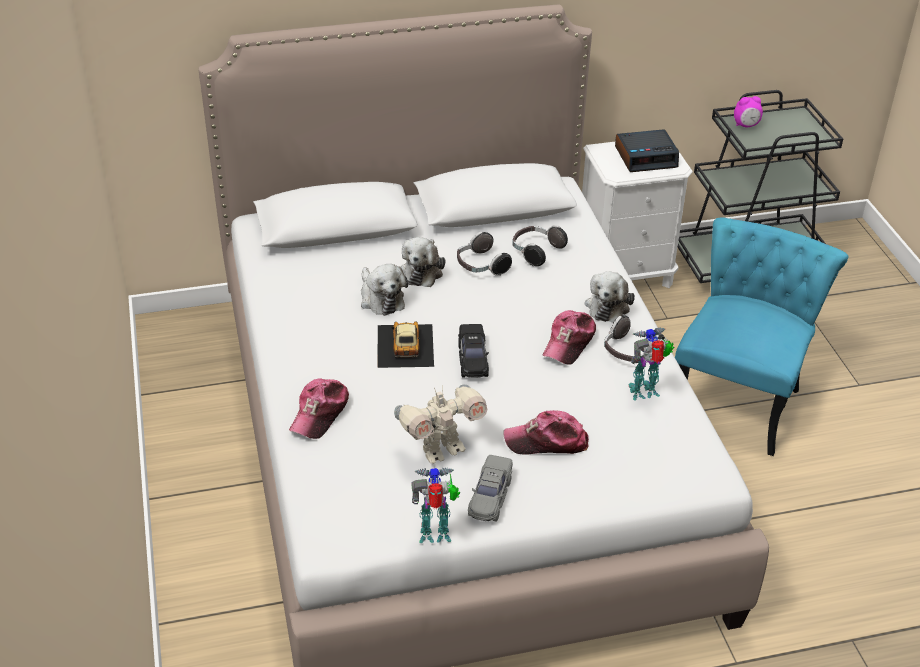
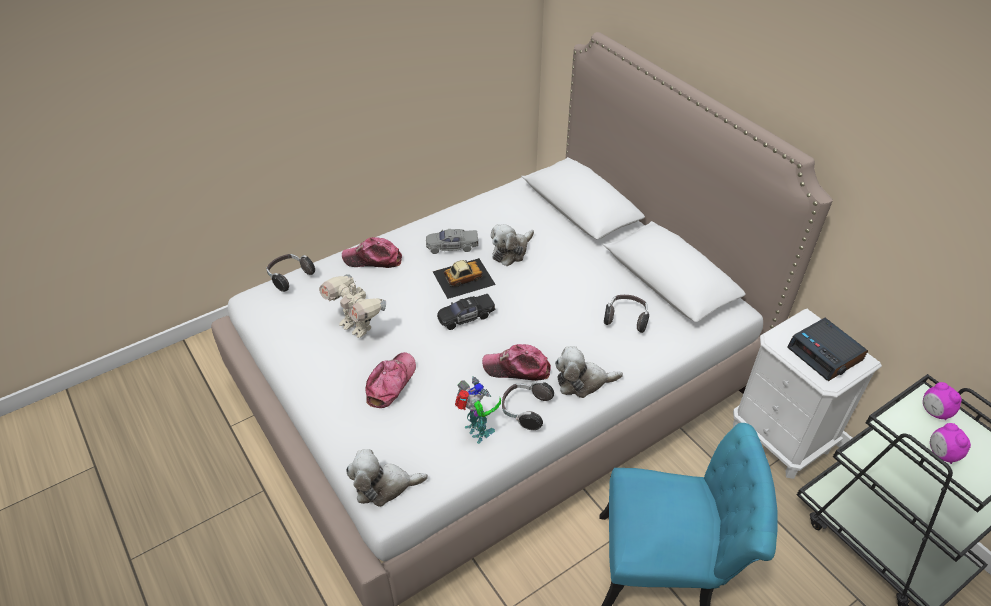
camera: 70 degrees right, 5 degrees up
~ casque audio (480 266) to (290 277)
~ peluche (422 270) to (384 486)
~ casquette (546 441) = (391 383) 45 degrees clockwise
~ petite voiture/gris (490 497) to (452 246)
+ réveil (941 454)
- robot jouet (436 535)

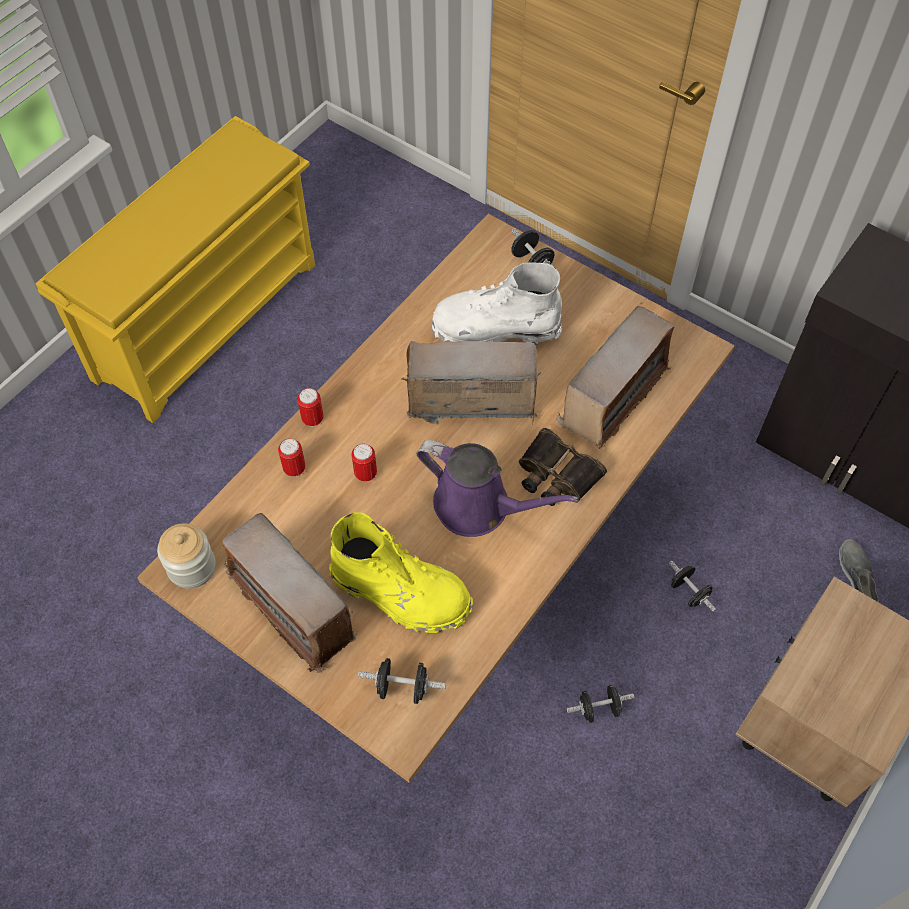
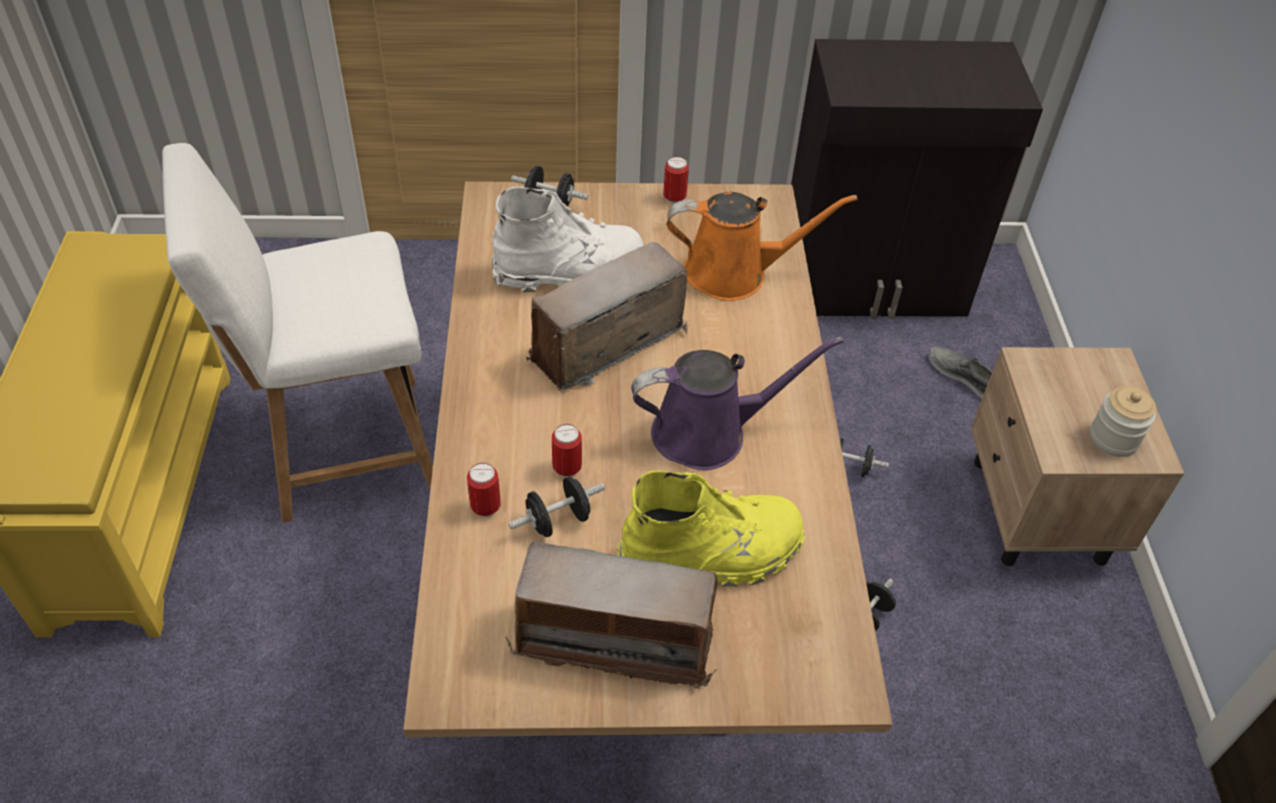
camera: 40 degrees left, 10 degrees down
+ chaise/blanc (341 449)
~ botte/blanc (495 329) = (570 273) 150 degrees counterclockwise
~ haltère/noir (402 688) to (558 520)
~ boîte métallique (312 419) to (674 198)
~ radio (614 395) to arrosoir/orange (734 273)
~ bocal (191 567) to (1113 438)
- jumelles (556 475)

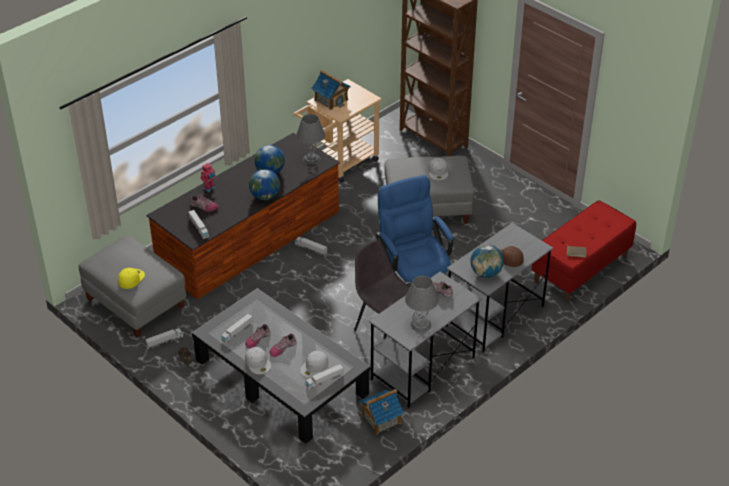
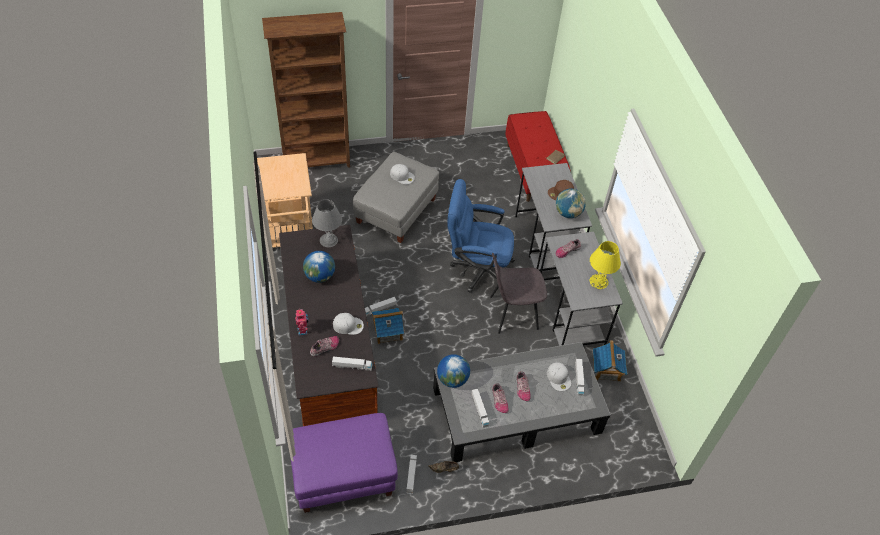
camera: 60 degrees left, 10 degrees up
~ pouf/gris (135 304) to pouf/violet (343 474)
~ casquette/blanc (258 363) to (348 325)
~ maison miniature (331 99) to (387 331)
~ globe (265 196) to (452 379)
~ lampe de table/gris (420 325) to lampe de table/jaune (599 281)
- casquette/jaune (131 278)

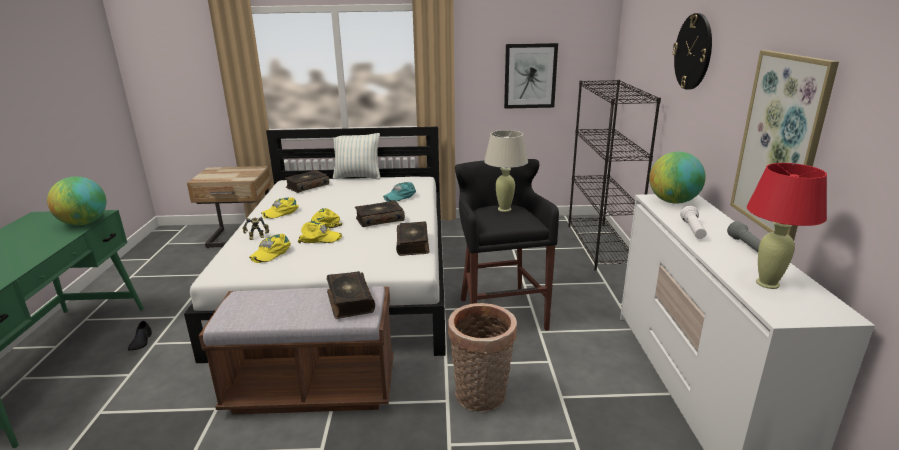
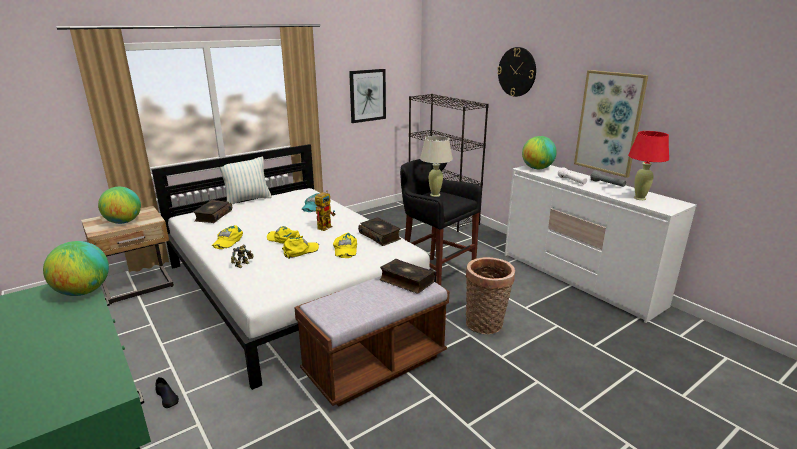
camera: 35 degrees left, 0 degrees up
+ globe (124 222)
~ livre (379 219) to robot jouet (325 226)
~ casquette/jaune (271 252) to (345 249)

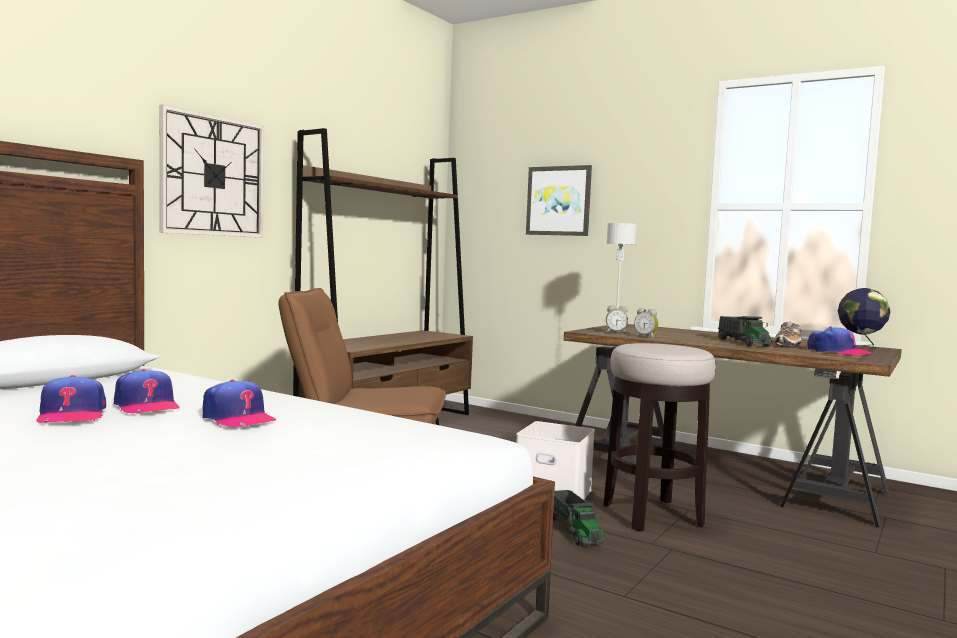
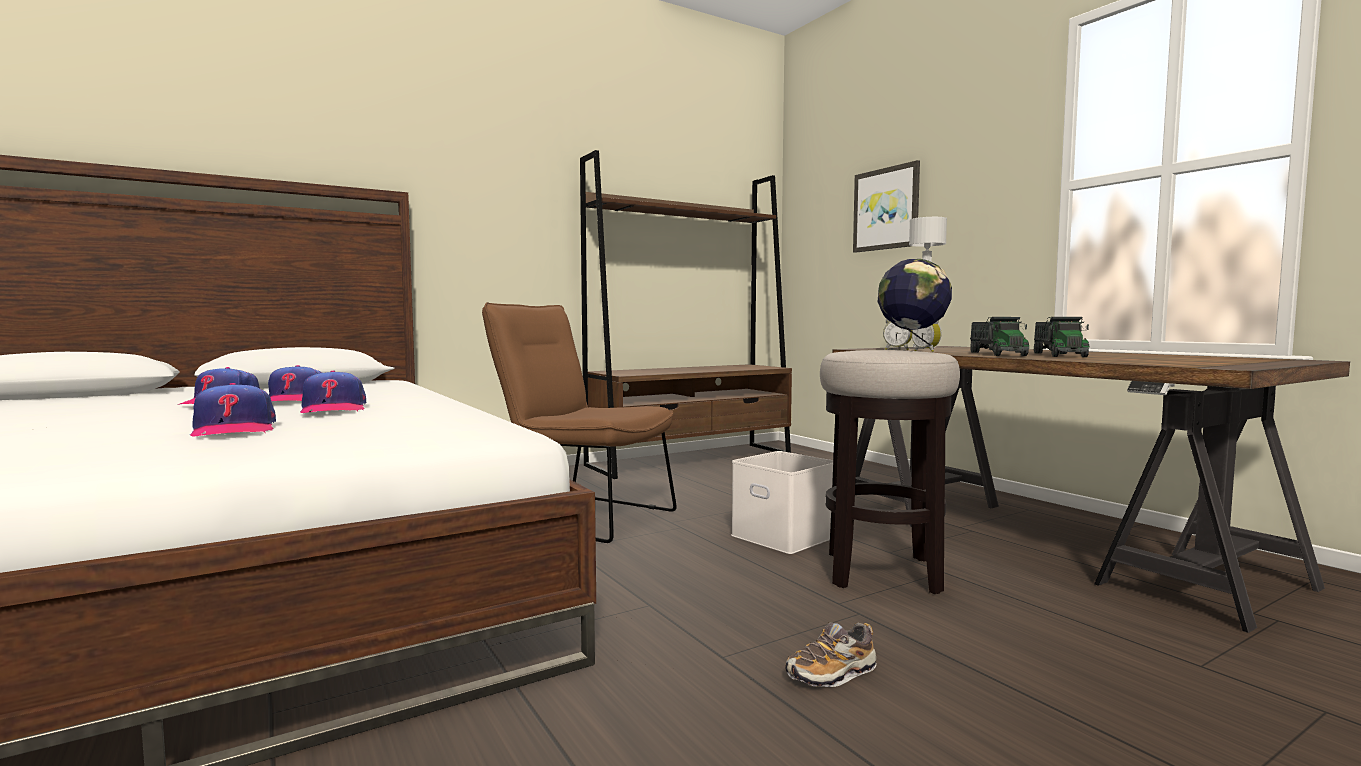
camera: 25 degrees right, 0 degrees up
~ casquette (837 352) to (233 430)
~ chaussure (788 345) to (832 674)
~ globe (860 346) to (912 349)
~ camion jouet (574 531) to (997 354)
- horloge murale (213 176)

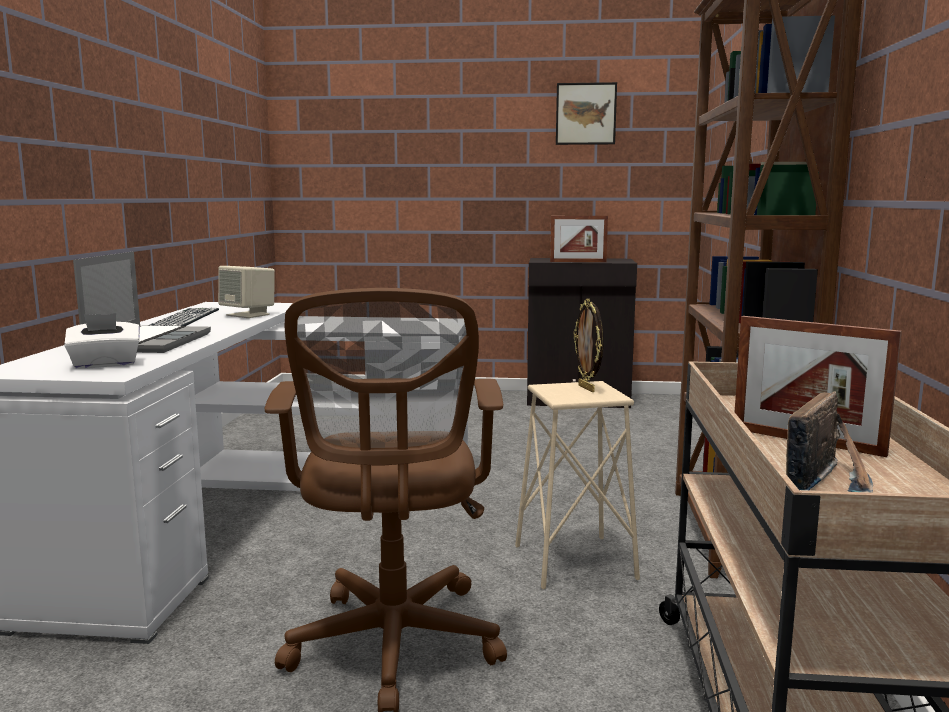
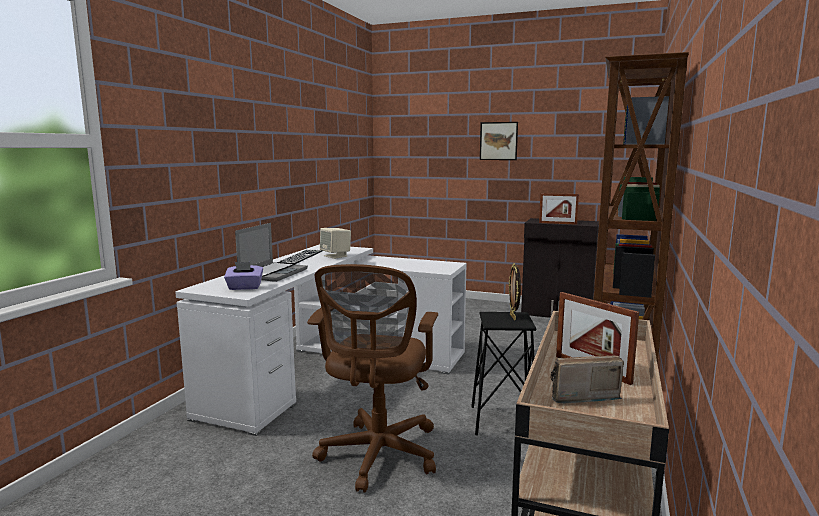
camera: 15 degrees right, 0 degrees up
~ boîte à mouchoirs/blanc (105 364) to boîte à mouchoirs/violet (244 287)
~ tabouret/beige (574 562) to tabouret/noir (503 421)
~ tableau (585 114) to (498 141)
~ radio (830 480) = (579 396) 150 degrees counterclockwise

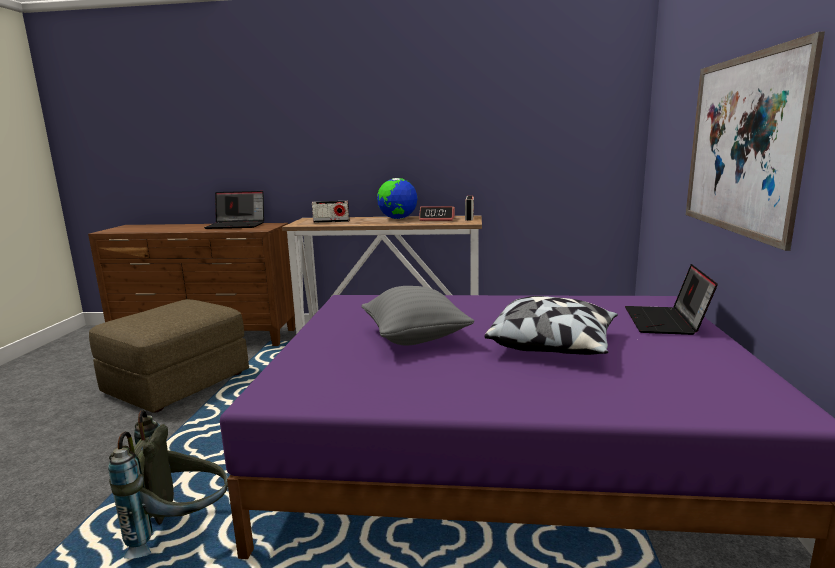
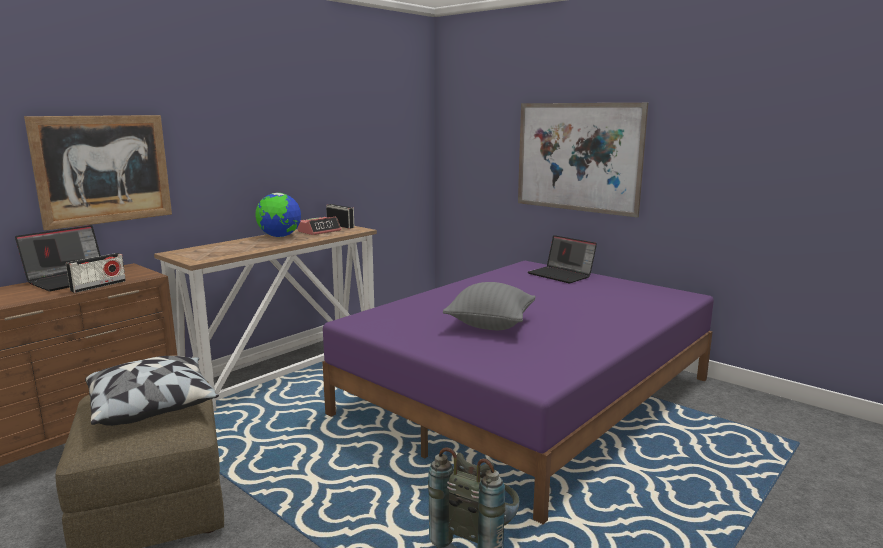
camera: 55 degrees left, 0 degrees up
+ tableau (104 169)
~ radio (331 221) to (98 286)
~ coussin (553 345) to (153 406)

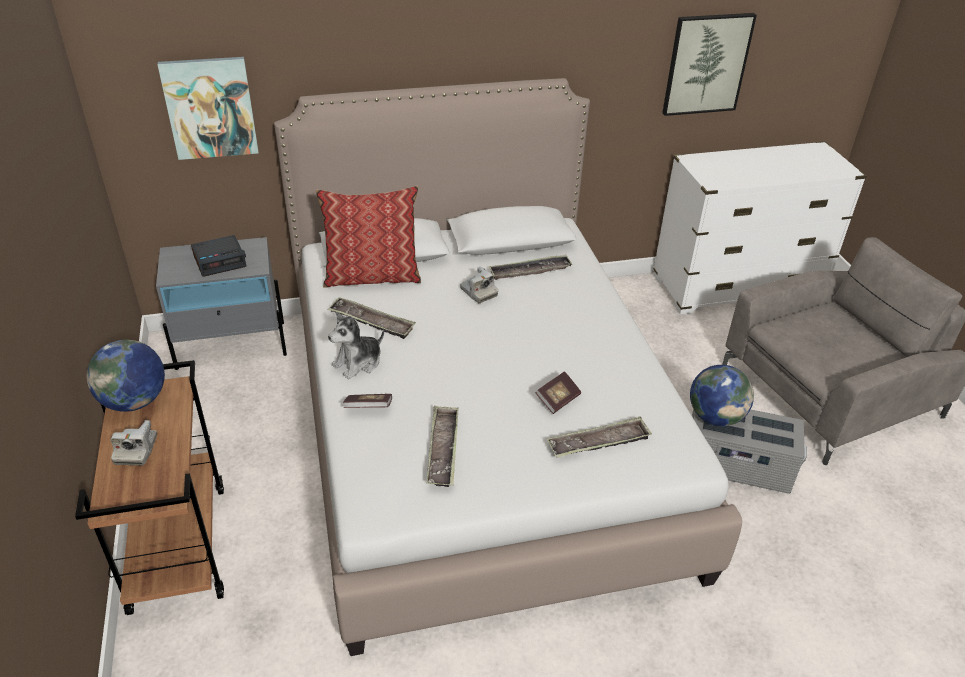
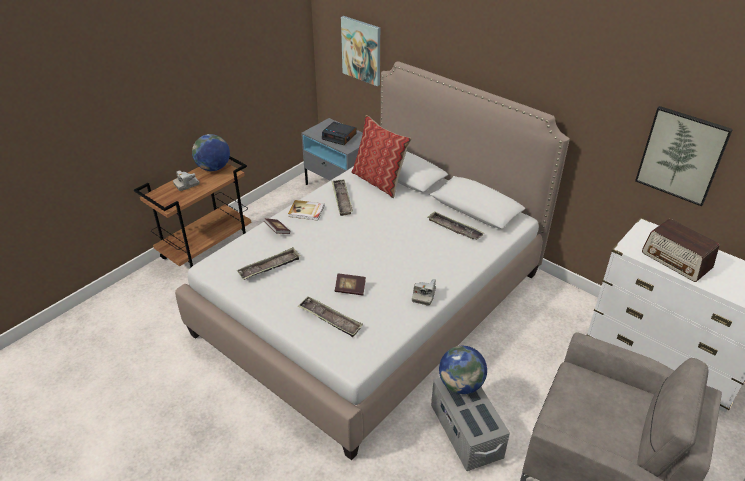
camera: 55 degrees right, 0 degrees up
~ peluche (358 363) to livre (306 211)
~ appareil photo (478 292) to (424 295)
+ radio (676 261)

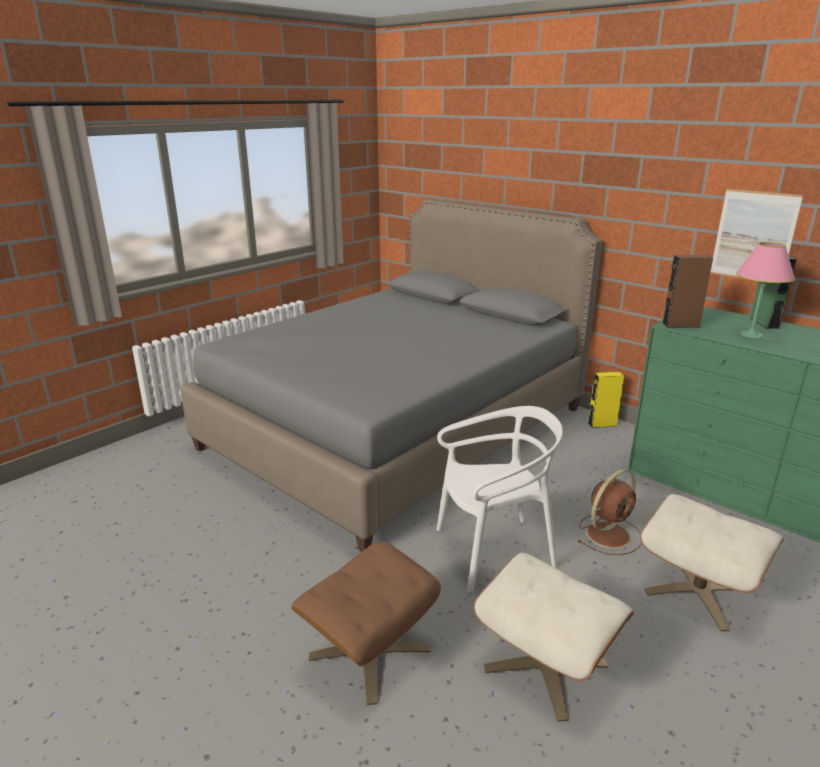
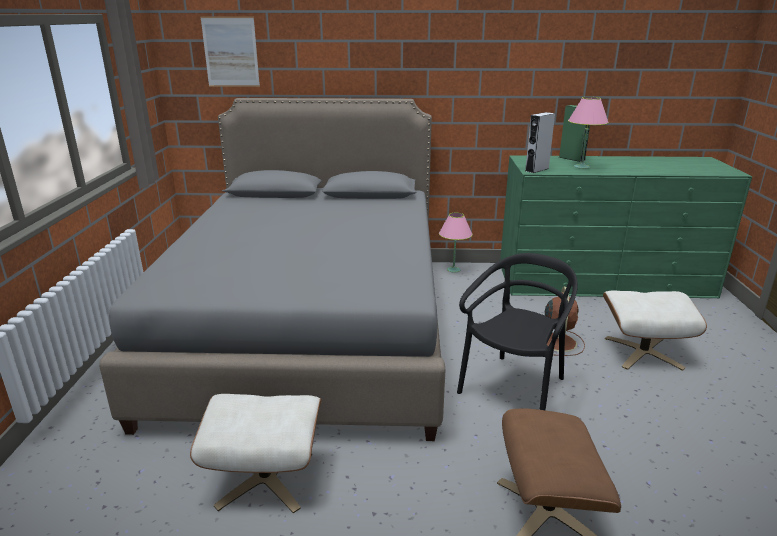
camera: 40 degrees left, 0 degrees up
~ pouf/beige (546 666) to (266 479)
~ tableau (754 236) to (231 52)
~ enceinte/jaune (602 424) to lampe de table/rose (453 269)
~ chaise/blanc (494 551) to chaise/noir (514 388)
~ enceinte/marron (680 325) to enceinte/gris (537 169)

